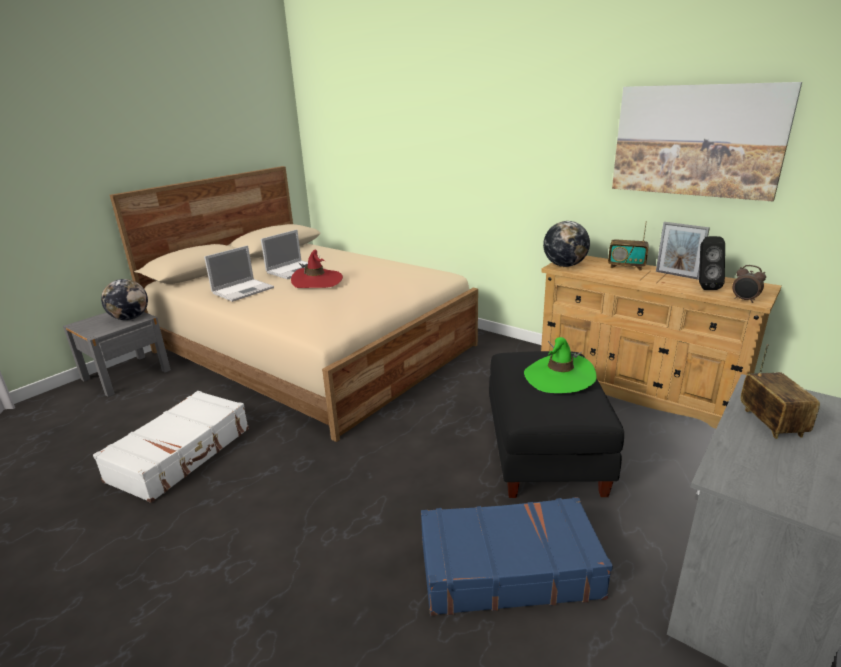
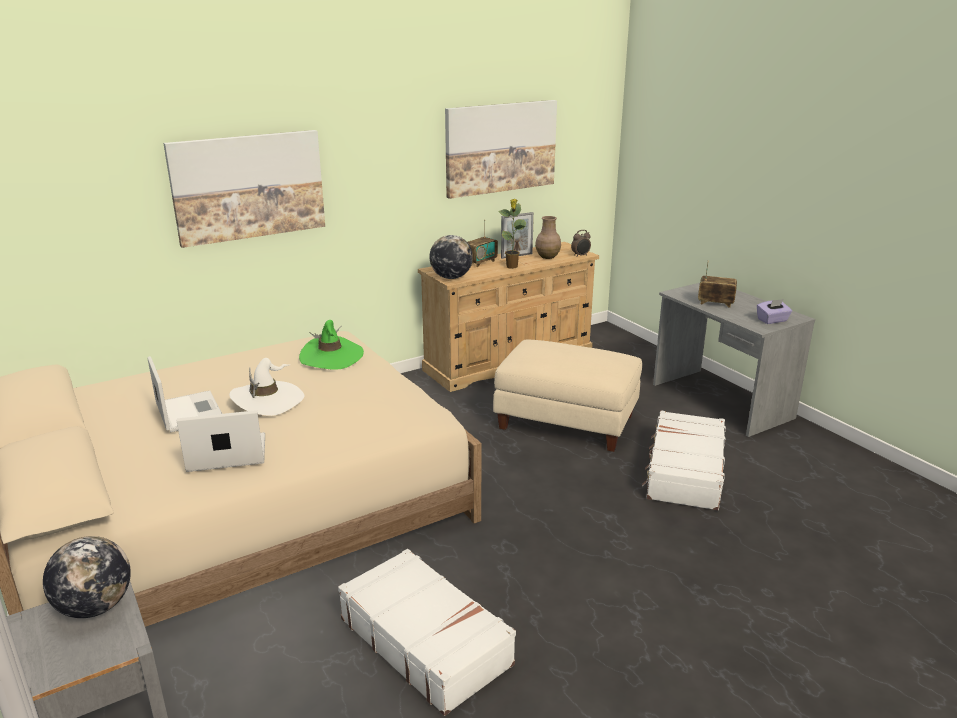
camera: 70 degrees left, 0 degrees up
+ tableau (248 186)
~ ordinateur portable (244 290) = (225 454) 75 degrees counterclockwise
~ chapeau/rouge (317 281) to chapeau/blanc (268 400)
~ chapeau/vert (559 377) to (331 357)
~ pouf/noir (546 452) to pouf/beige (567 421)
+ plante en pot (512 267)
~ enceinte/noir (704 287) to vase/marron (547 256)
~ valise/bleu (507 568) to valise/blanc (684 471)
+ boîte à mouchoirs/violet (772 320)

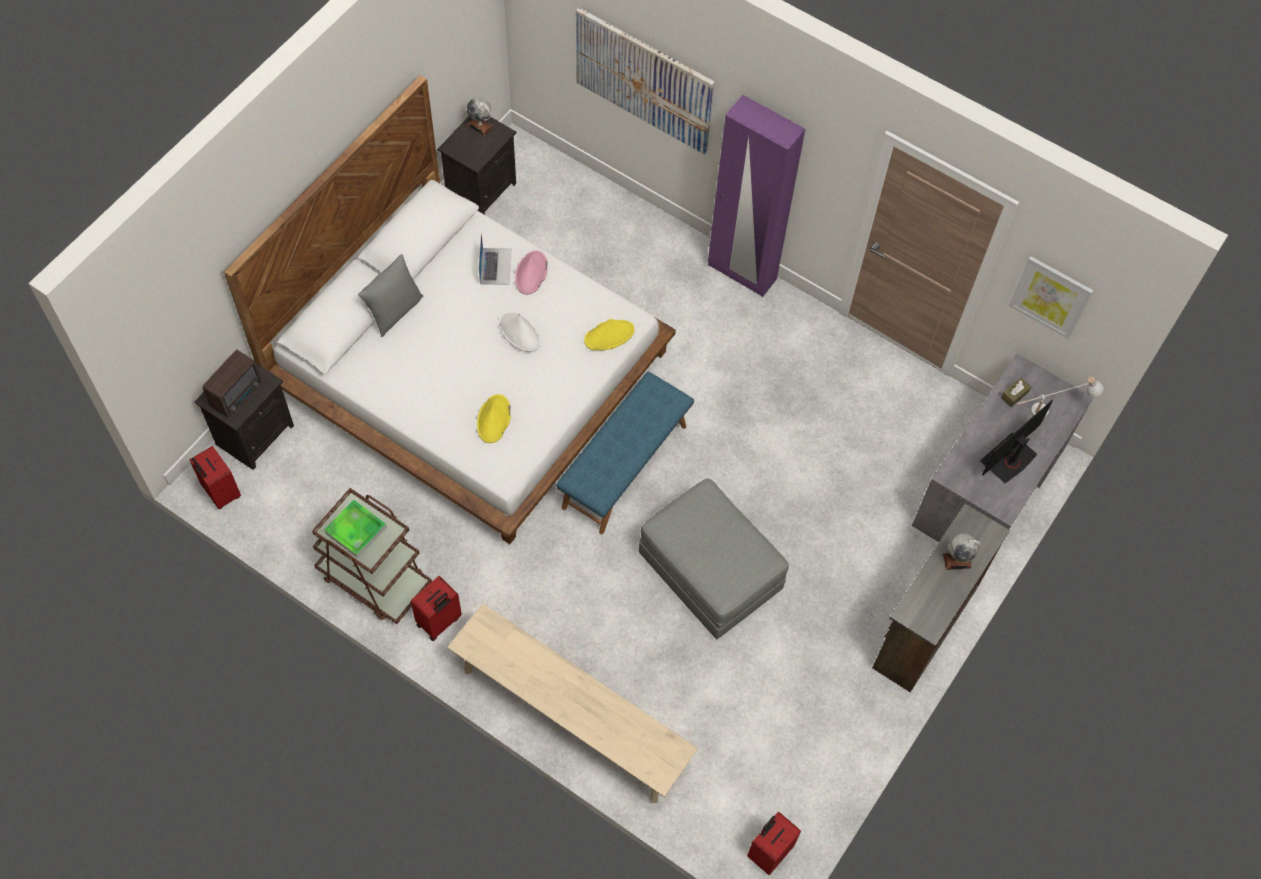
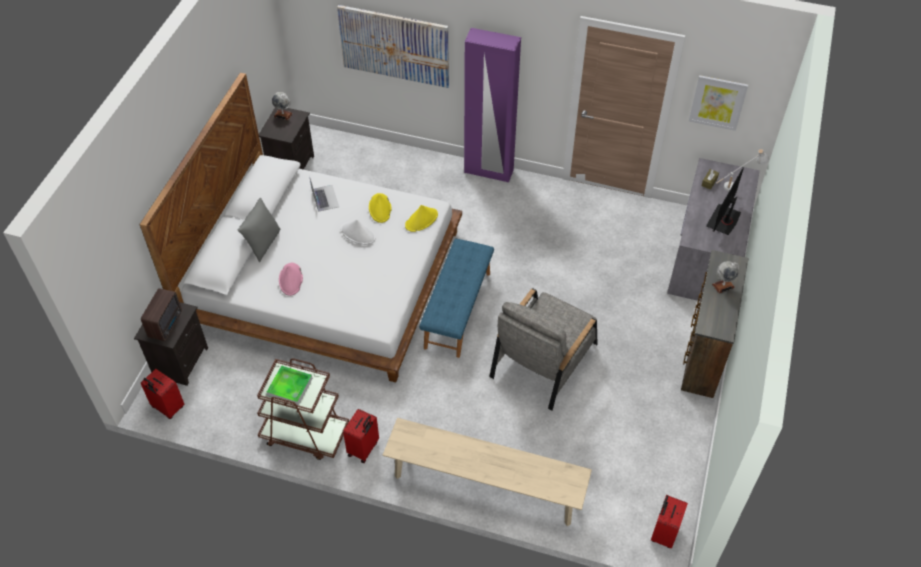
camera: 15 degrees left, 10 degrees down
~ chapeau/rose (531 273) to (291 279)
~ chapeau/jaune (494 419) to (380 208)
~ pouf/gris (709 571) to fauteuil/gris (543 360)

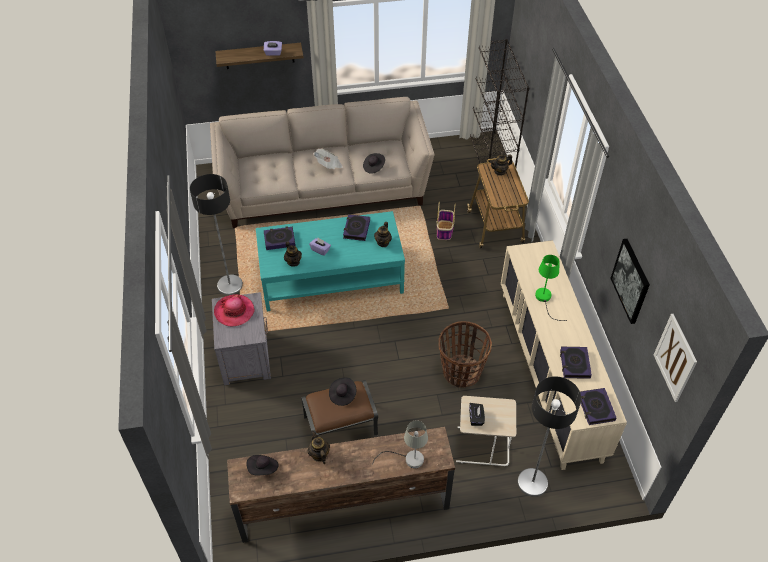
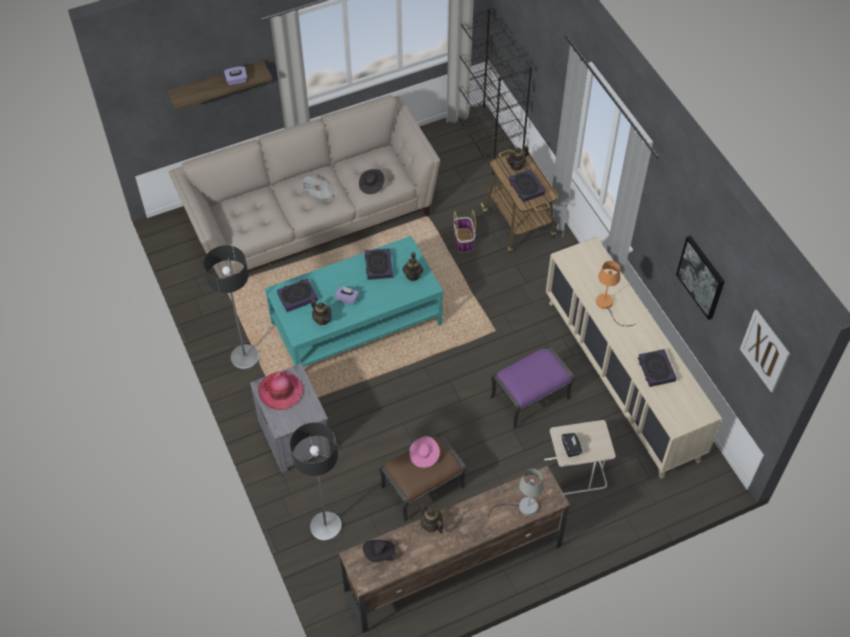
camera: 15 degrees left, 5 degrees up
~ lampadaire (532 482) to (325 526)
~ chapeau/noir (342 395) to chapeau/rose (424 455)
~ panier (461 372) to pouf/violet (530 399)
~ livre (595 408) to (526 188)
~ lampe de table/vert (545 299) to lampe de table/orange (607 306)

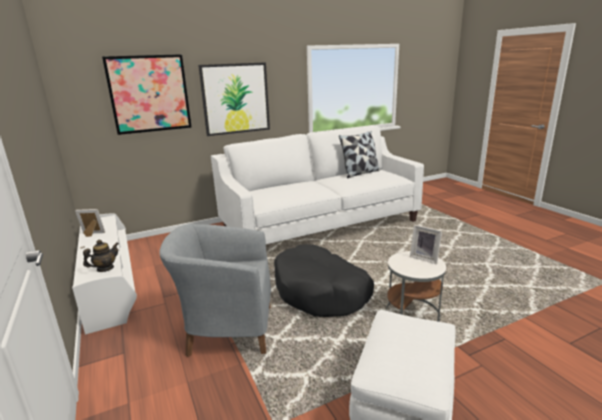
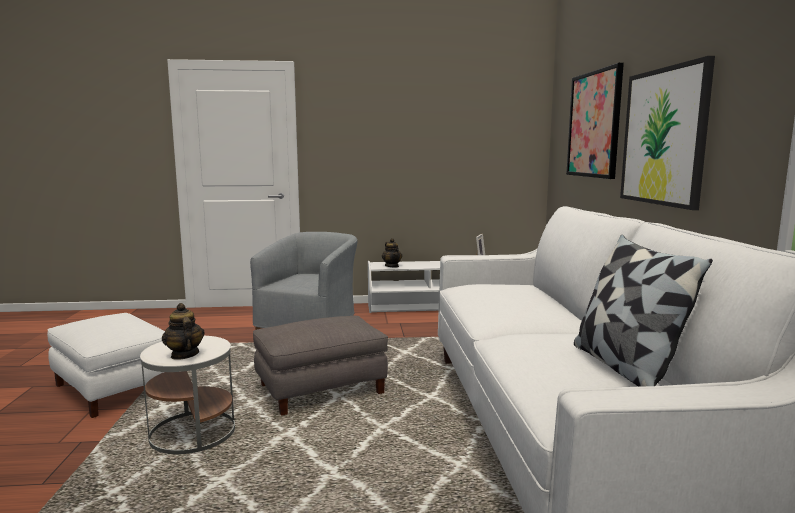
camera: 110 degrees right, 10 degrees down
~ cadre photo (425 258) to théière (184 355)
~ panier pour chien/noir (321 292) to pouf/gris (321 389)

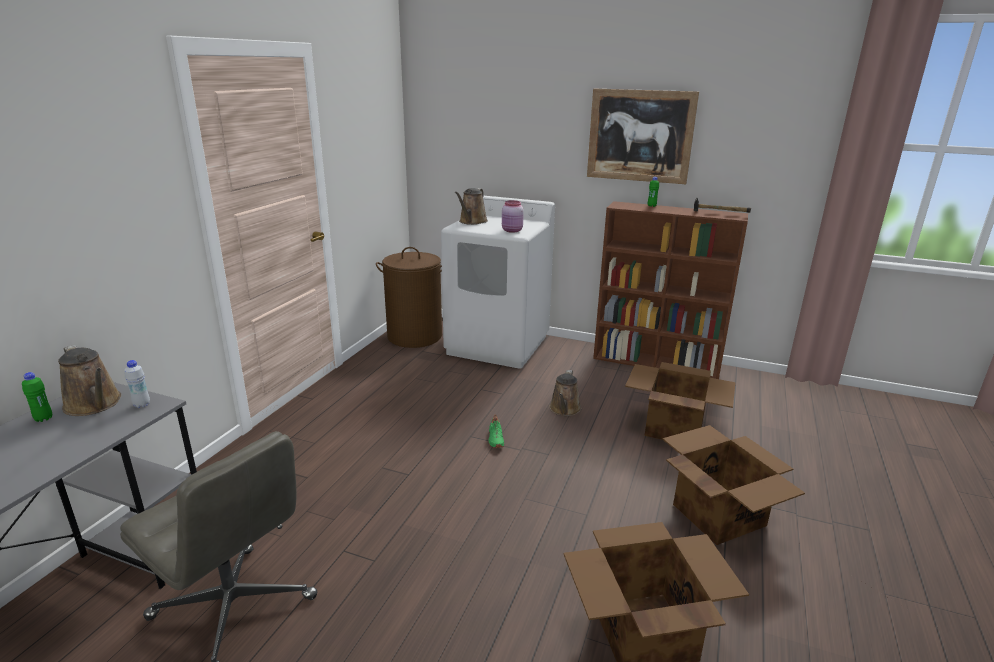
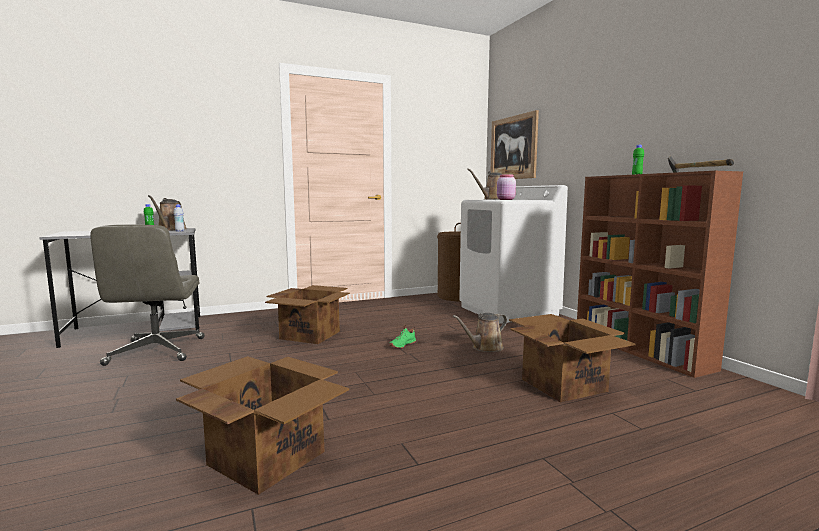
camera: 45 degrees right, 15 degrees down
~ carton (718 514) to (311 335)
~ tableau (640 136) to (513 148)

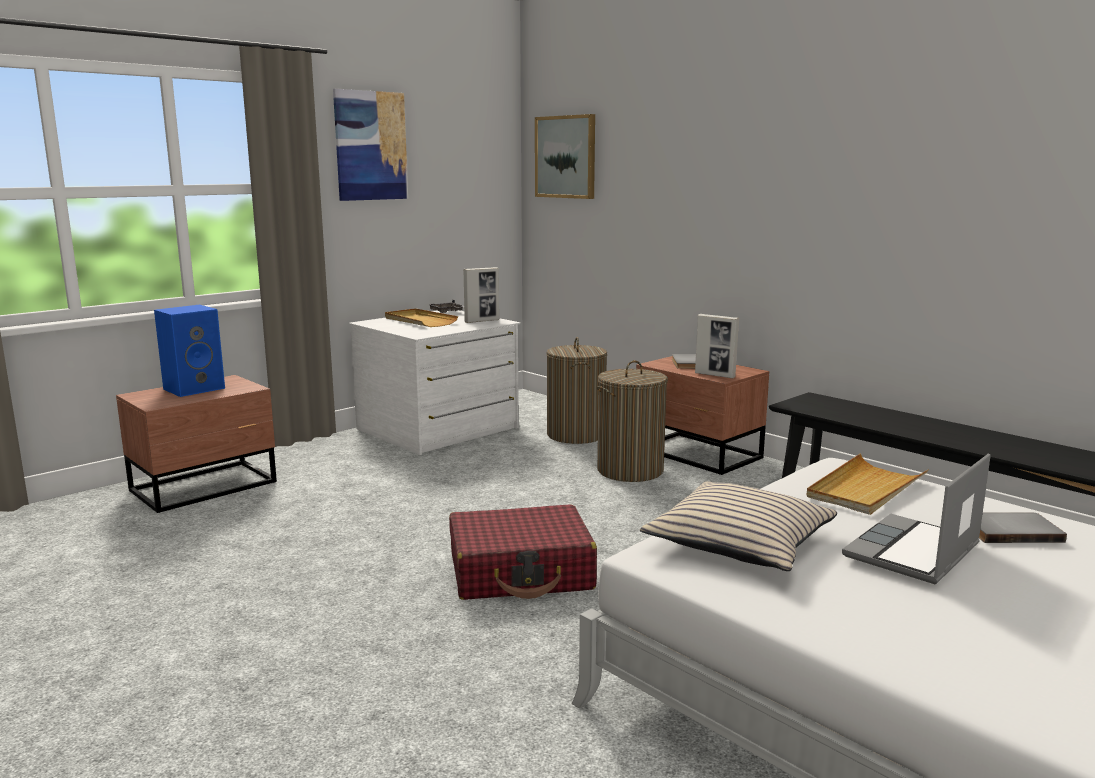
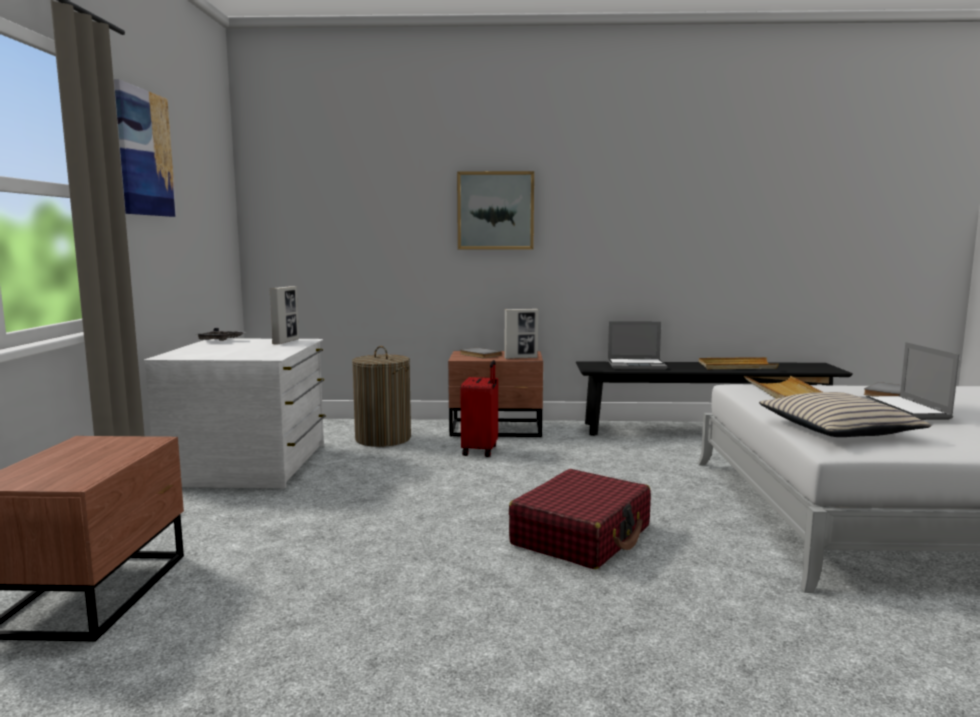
camera: 45 degrees left, 5 degrees down
~ tableau (566 157) to (495 210)
~ panier à linge (630 470) to valise/rouge (481 450)
+ ordinateur portable (637 365)
~ plateau/beige (419 321) to (736 366)
- enceinte/bleu (195 388)

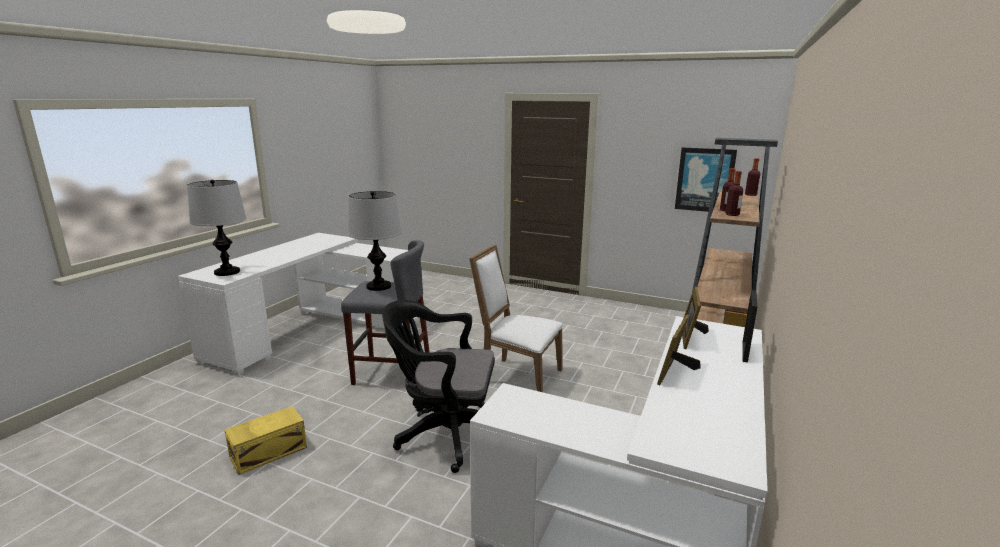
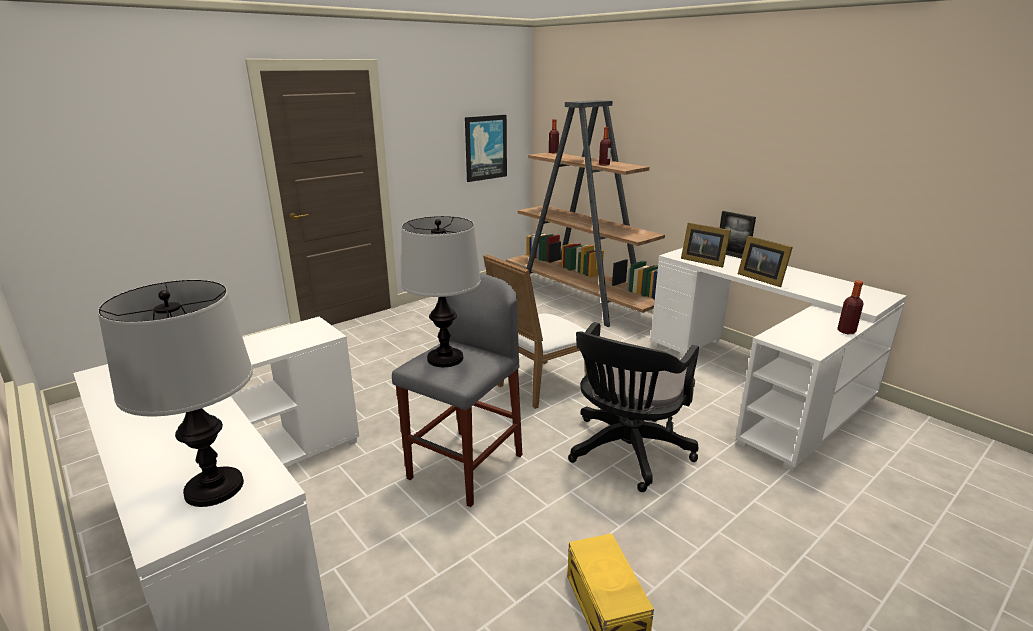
camera: 65 degrees left, 5 degrees up
~ bouteille (732 214) to (846 331)

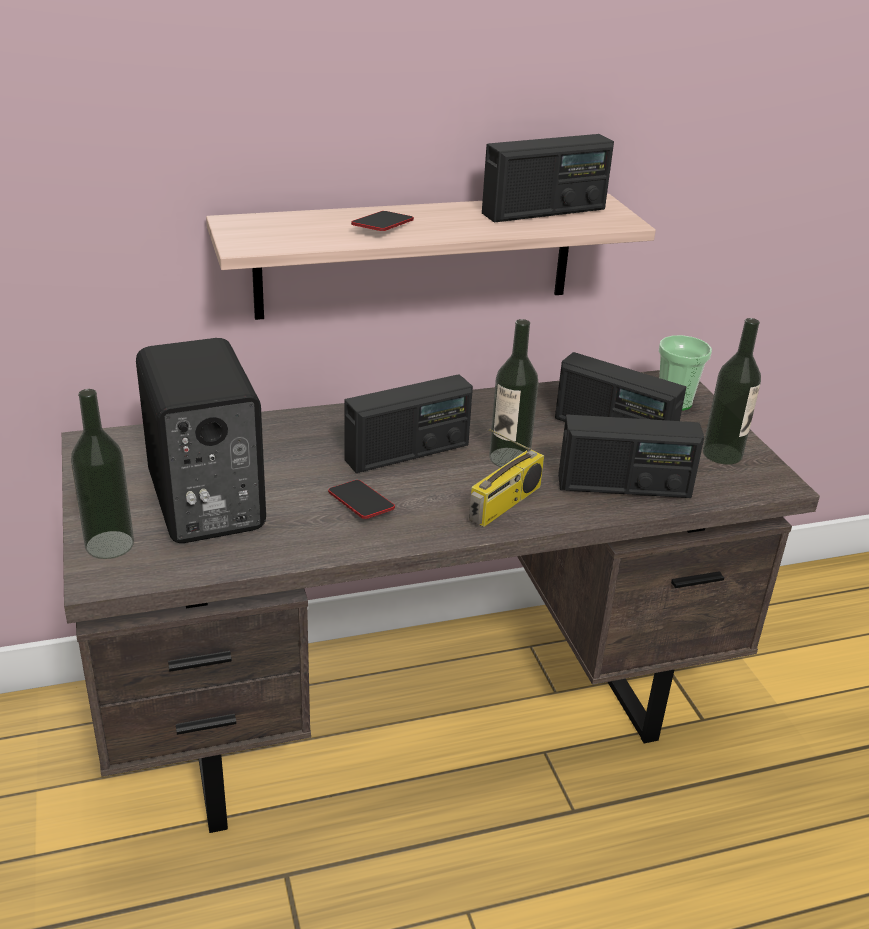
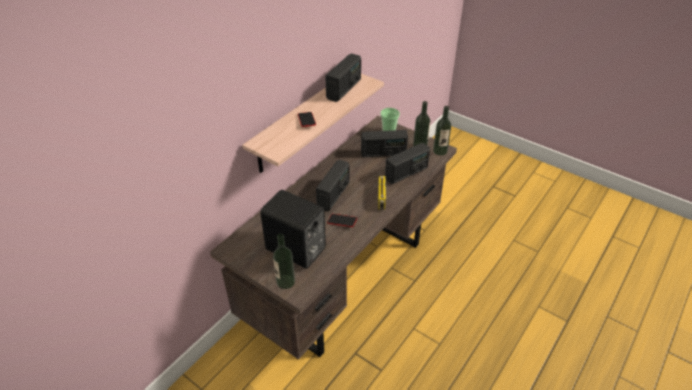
camera: 35 degrees left, 10 degrees up
~ bouteille (509 458) to (440 151)

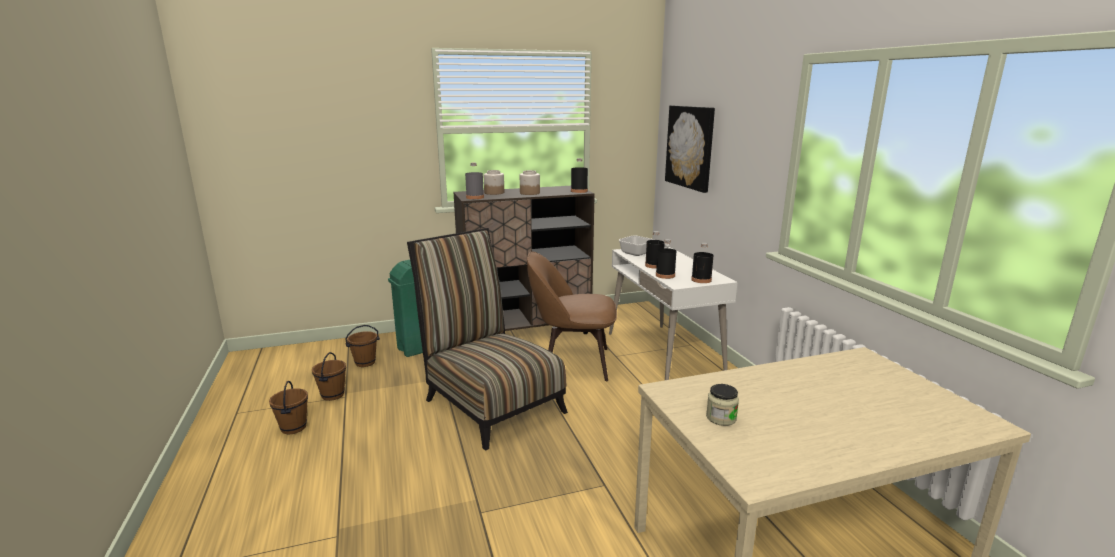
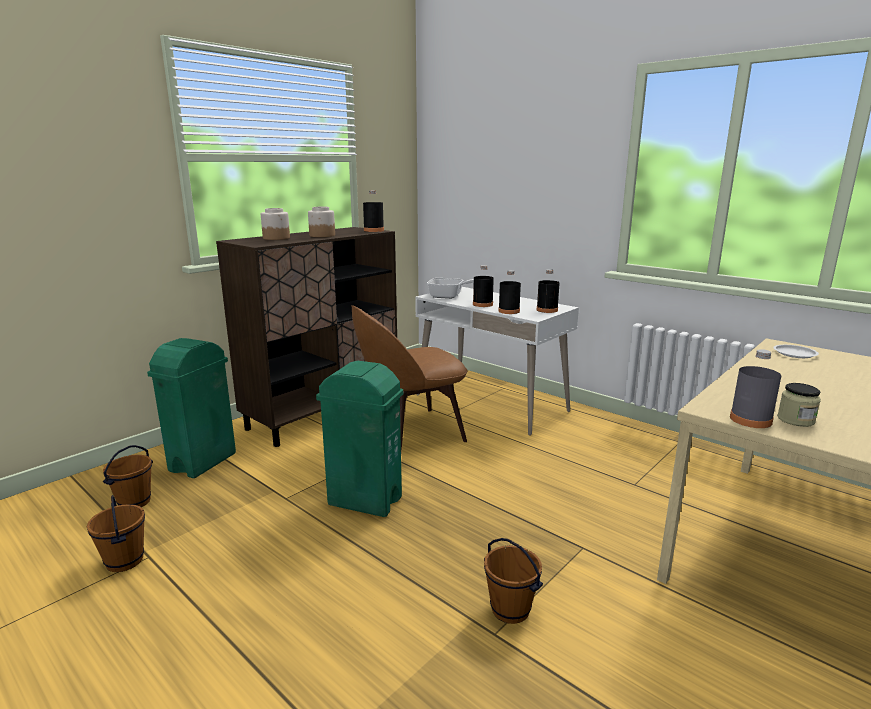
camera: 30 degrees left, 0 degrees up
~ chaise (490 402) to poubelle/vert (364 500)
~ seau/marron (293 428) to (509 610)
~ bouteille/gris (475 197) to (750 420)
+ assiette/blanc (794 354)
- tableau (690 147)

